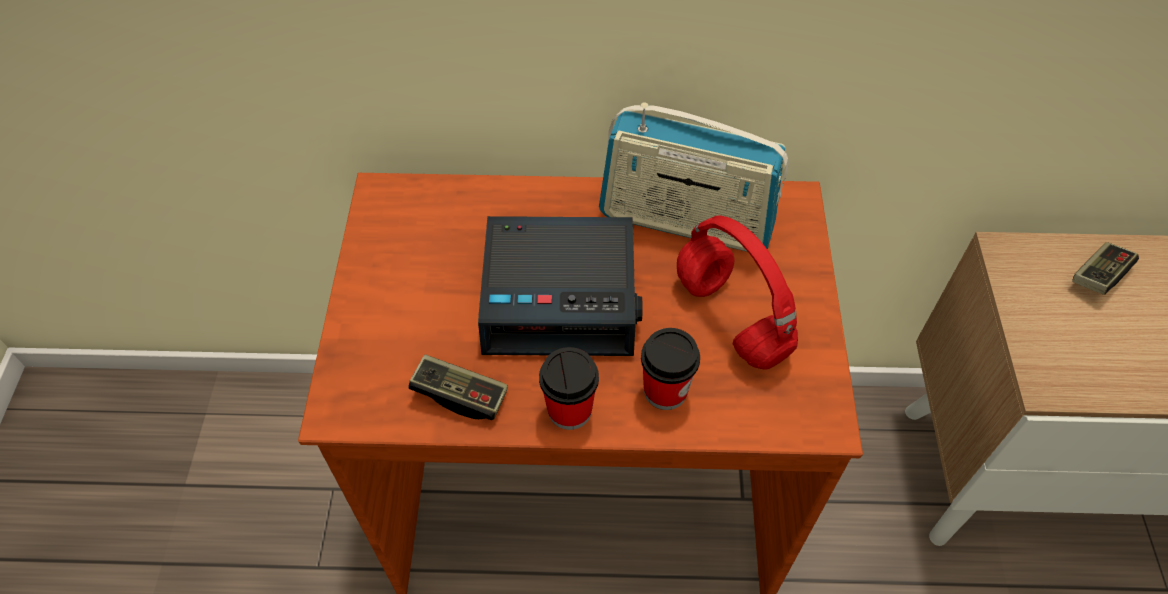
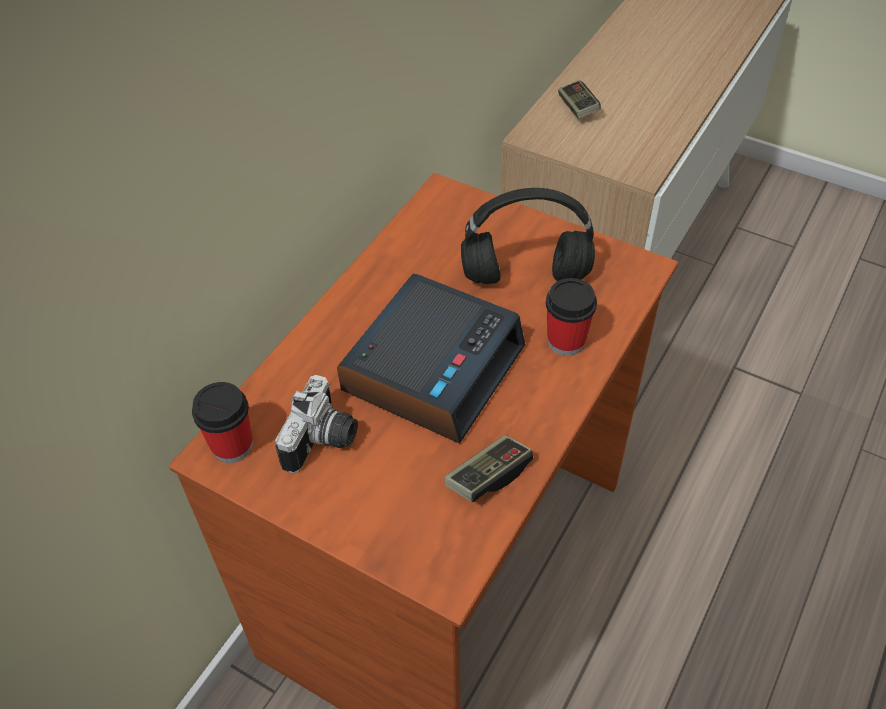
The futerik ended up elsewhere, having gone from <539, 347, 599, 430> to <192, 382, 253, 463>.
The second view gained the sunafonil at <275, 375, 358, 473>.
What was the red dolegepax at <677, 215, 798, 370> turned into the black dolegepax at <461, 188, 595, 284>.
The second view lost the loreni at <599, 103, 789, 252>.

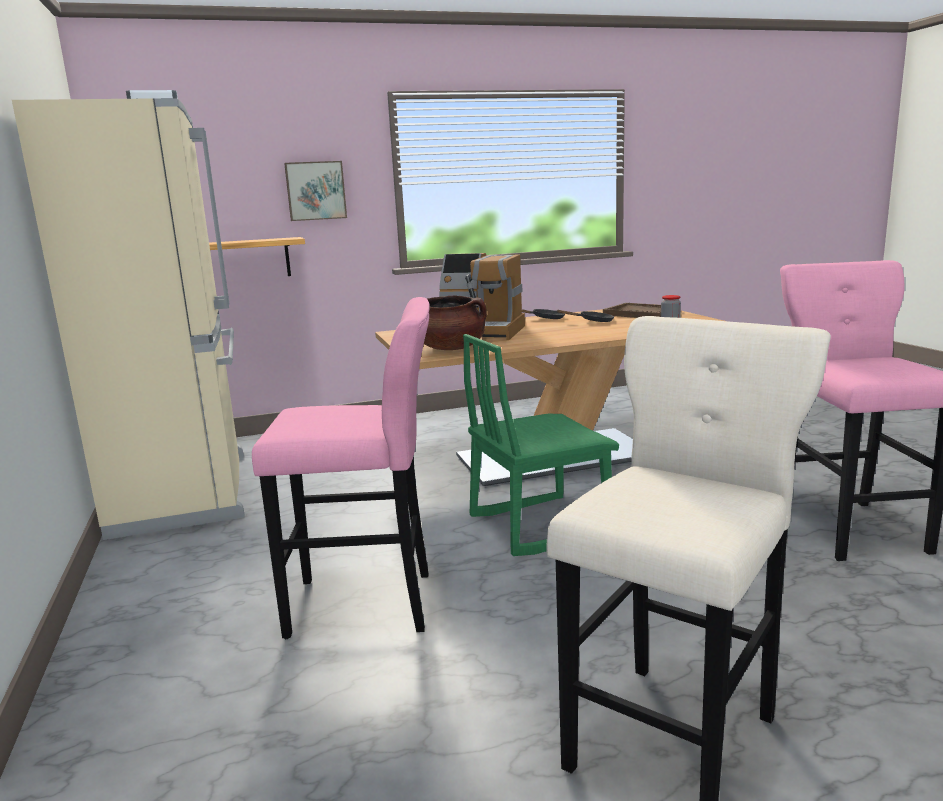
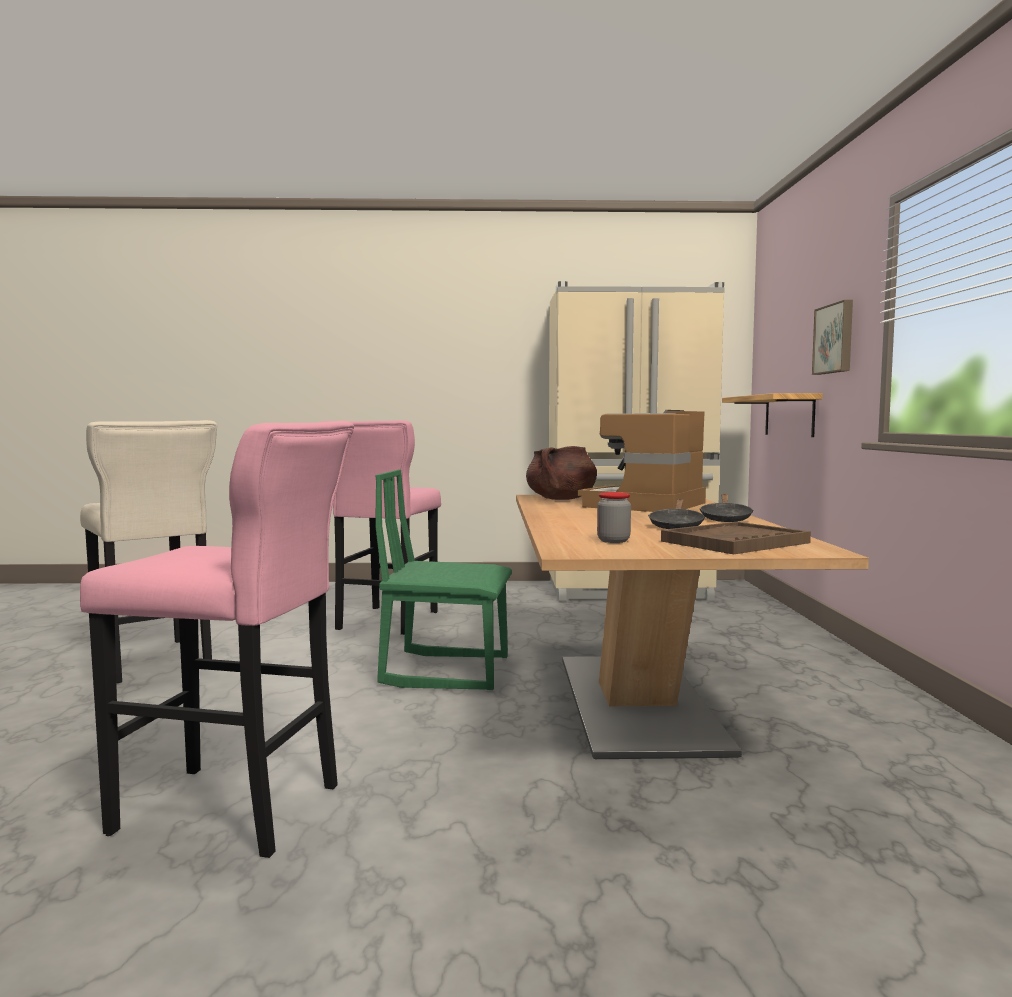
The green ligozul at <463, 334, 619, 556> ended up facing another way, 75 degrees counterclockwise from before.

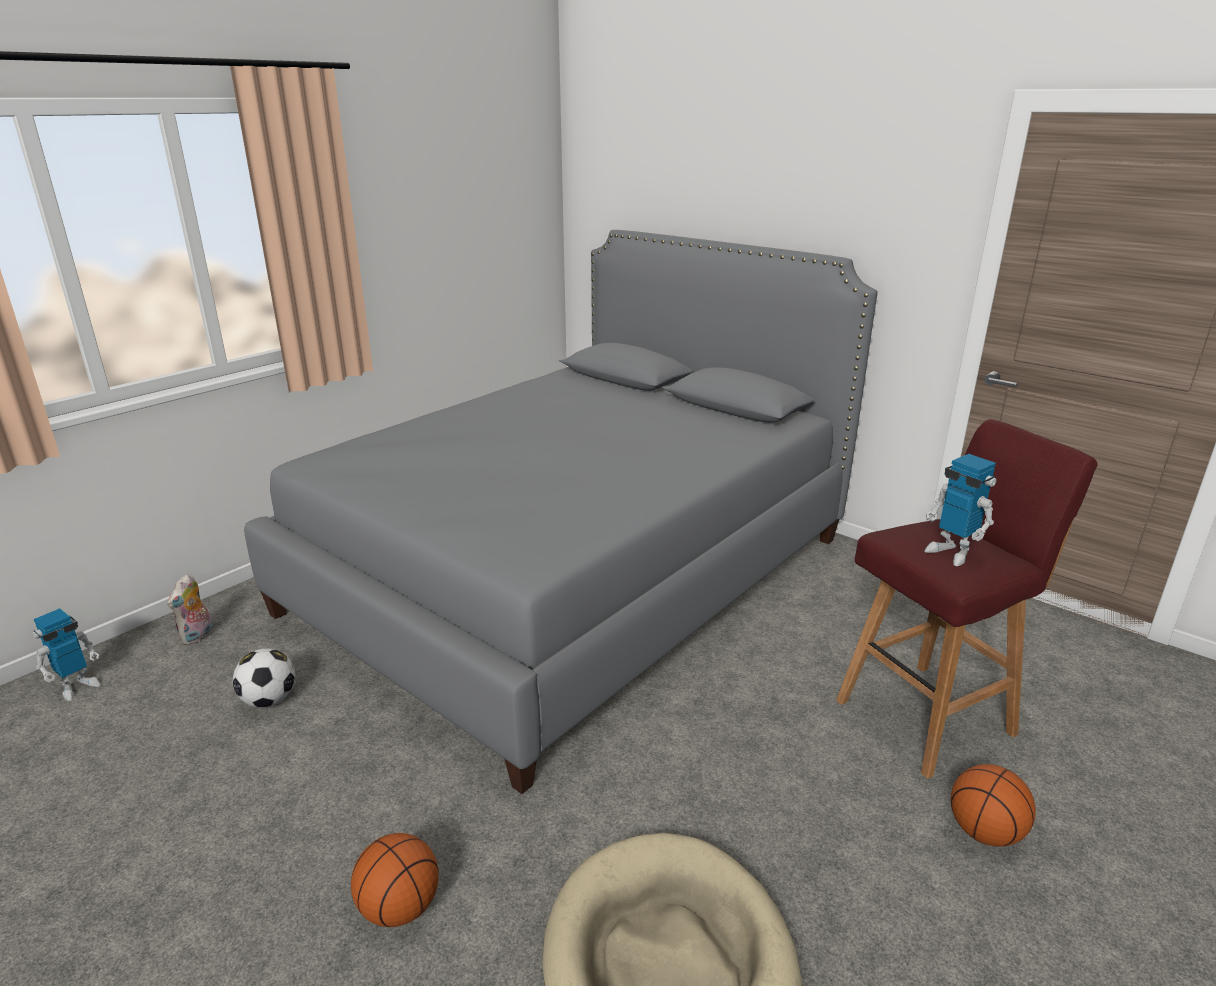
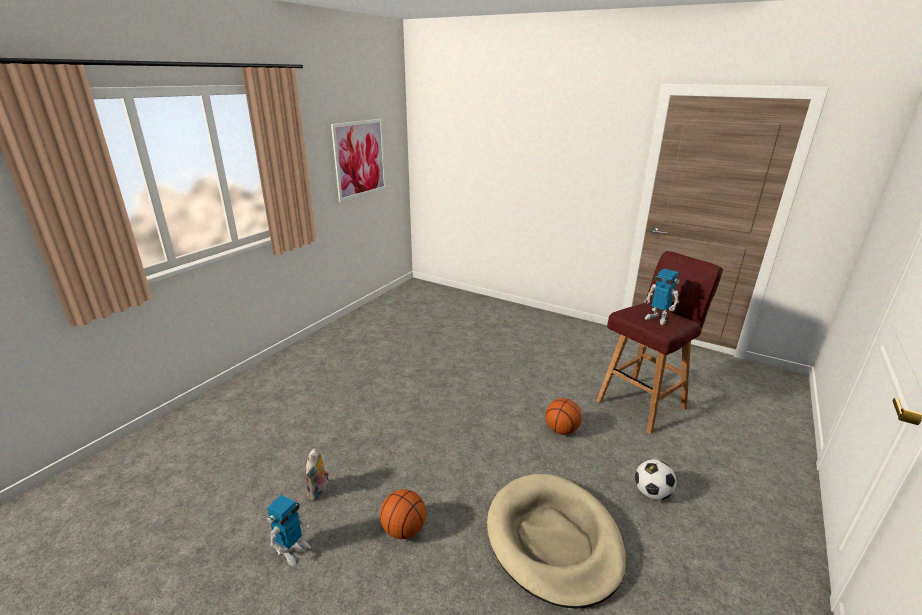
The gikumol ended up elsewhere, having gone from <33, 609, 101, 701> to <267, 494, 311, 566>.
The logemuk ended up elsewhere, having gone from <167, 574, 213, 646> to <305, 448, 329, 501>.
The second view gained the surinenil at <331, 119, 386, 202>.
The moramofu ended up elsewhere, having gone from <951, 764, 1036, 847> to <546, 398, 582, 435>.
The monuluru ended up elsewhere, having gone from <232, 648, 295, 707> to <635, 459, 677, 500>.
The second view lost the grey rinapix at <244, 230, 878, 794>.

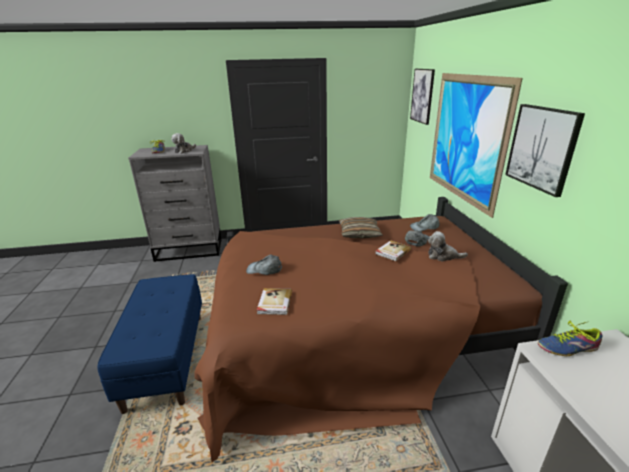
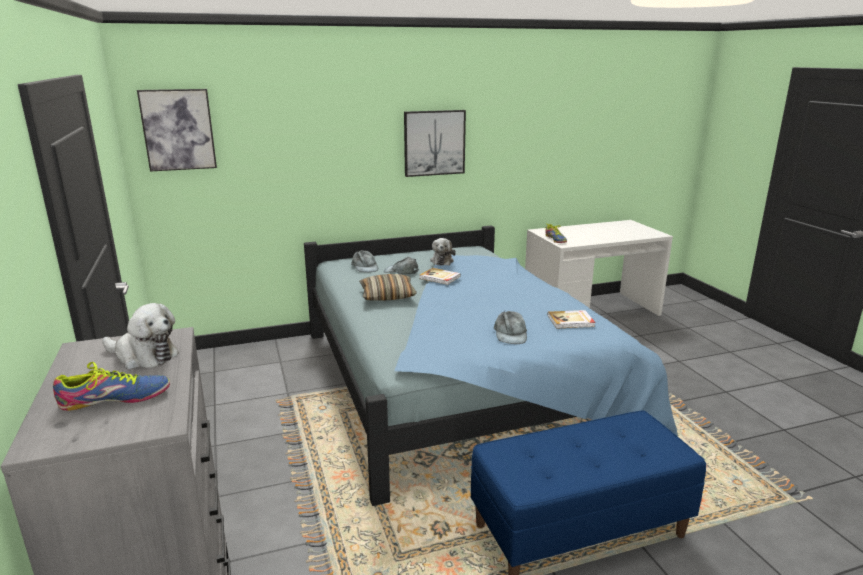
What was the brown rinapix at <194, 197, 568, 462> turned into the blue rinapix at <304, 225, 678, 506>.
The second view lost the surinenil at <430, 73, 523, 218>.

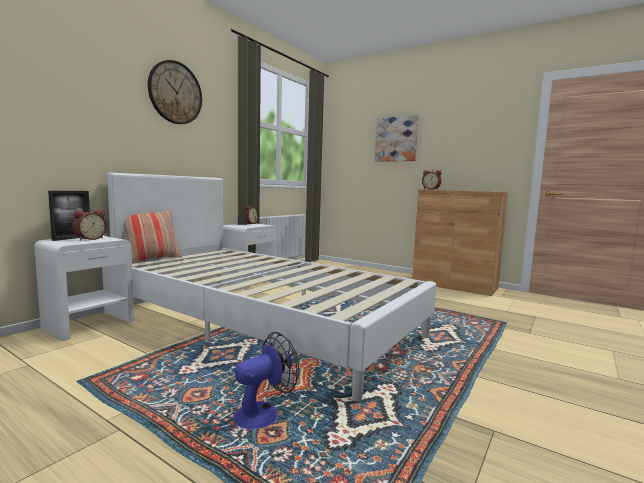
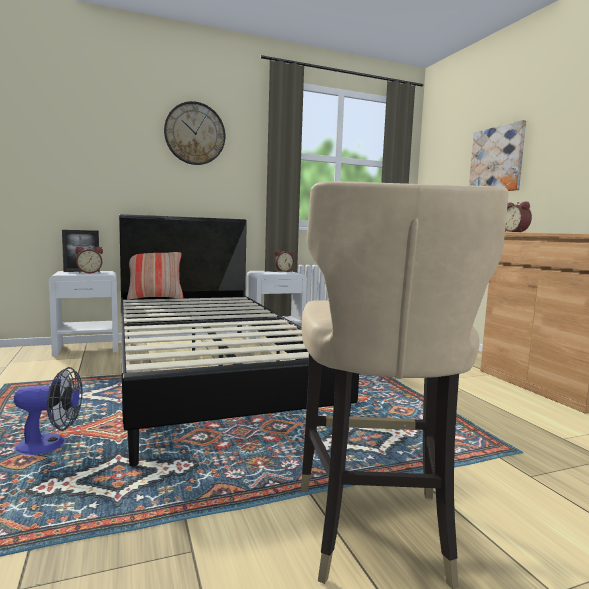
What was the white rinapix at <107, 173, 436, 401> turned into the black rinapix at <119, 214, 359, 466>.
The second view gained the beige ligozul at <301, 181, 509, 589>.

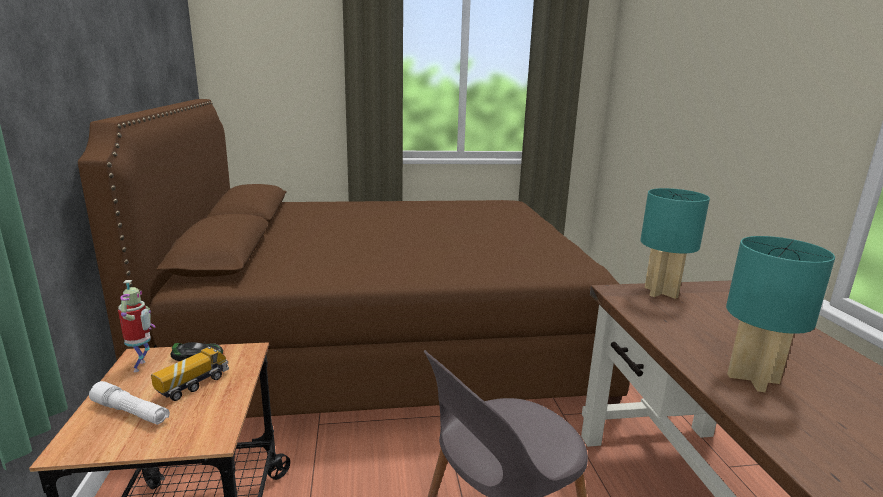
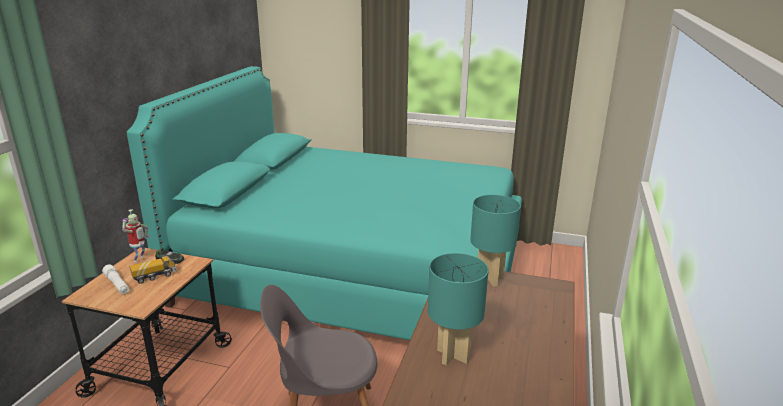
What was the brown rinapix at <78, 99, 630, 418> turned into the turquoise rinapix at <127, 66, 522, 340>.

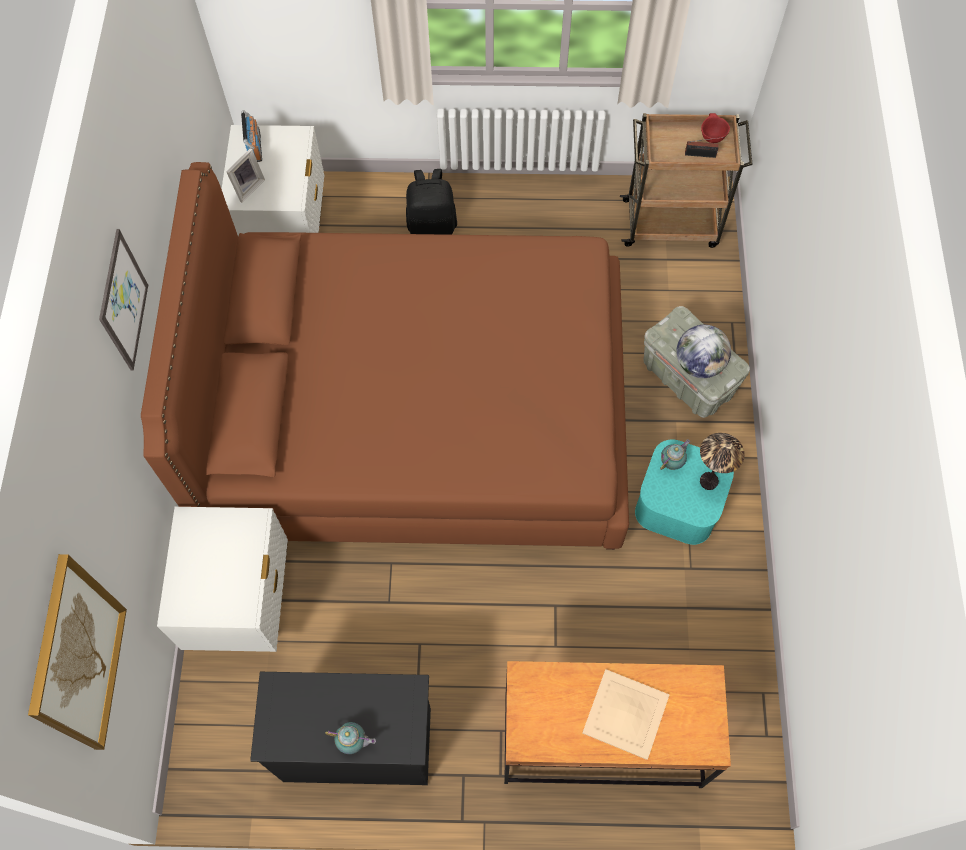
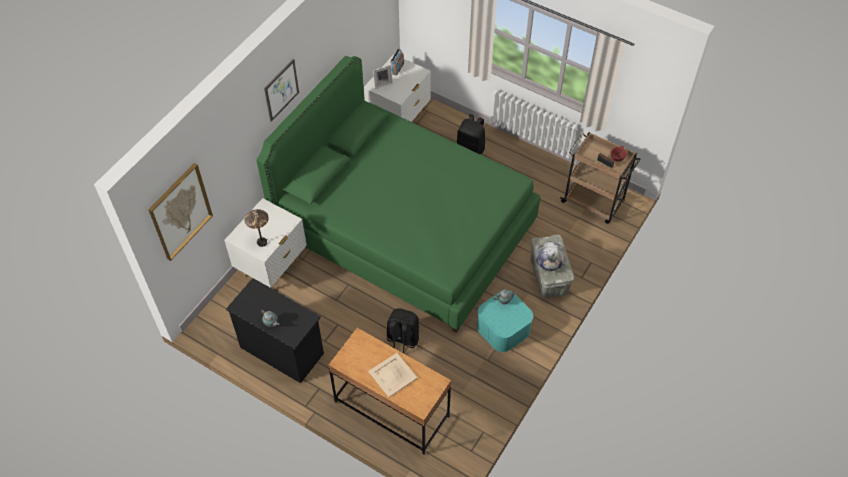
The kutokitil ended up elsewhere, having gone from <700, 433, 745, 490> to <245, 209, 269, 247>.
What was the brown rinapix at <141, 162, 629, 550> turned into the green rinapix at <256, 56, 541, 333>.
The second view gained the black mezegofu at <387, 308, 419, 354>.

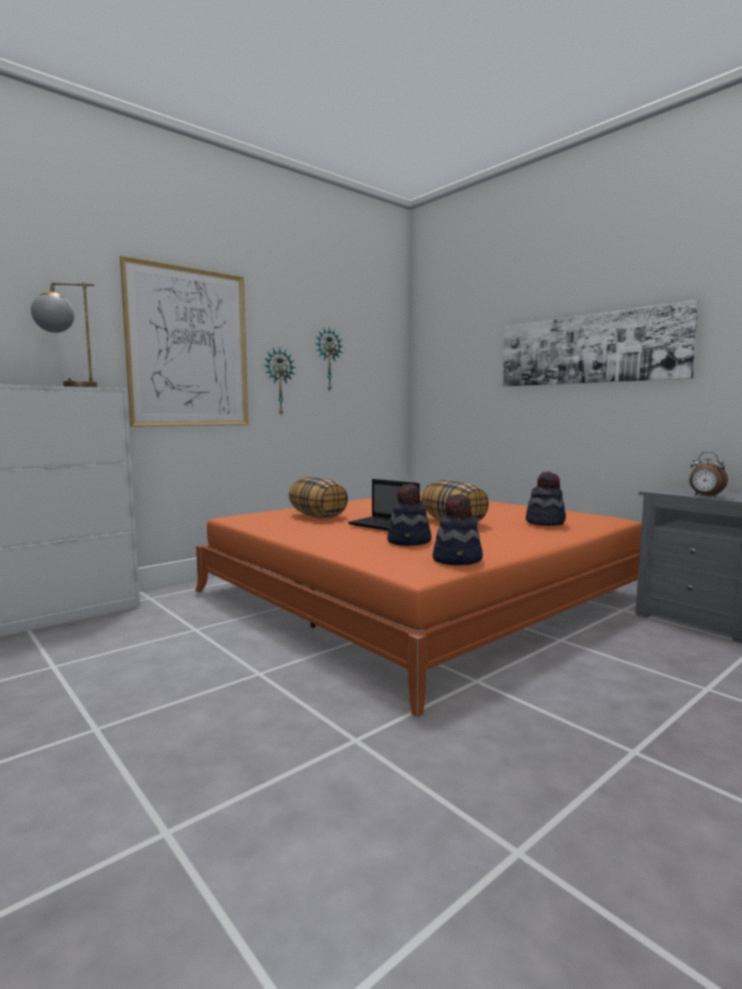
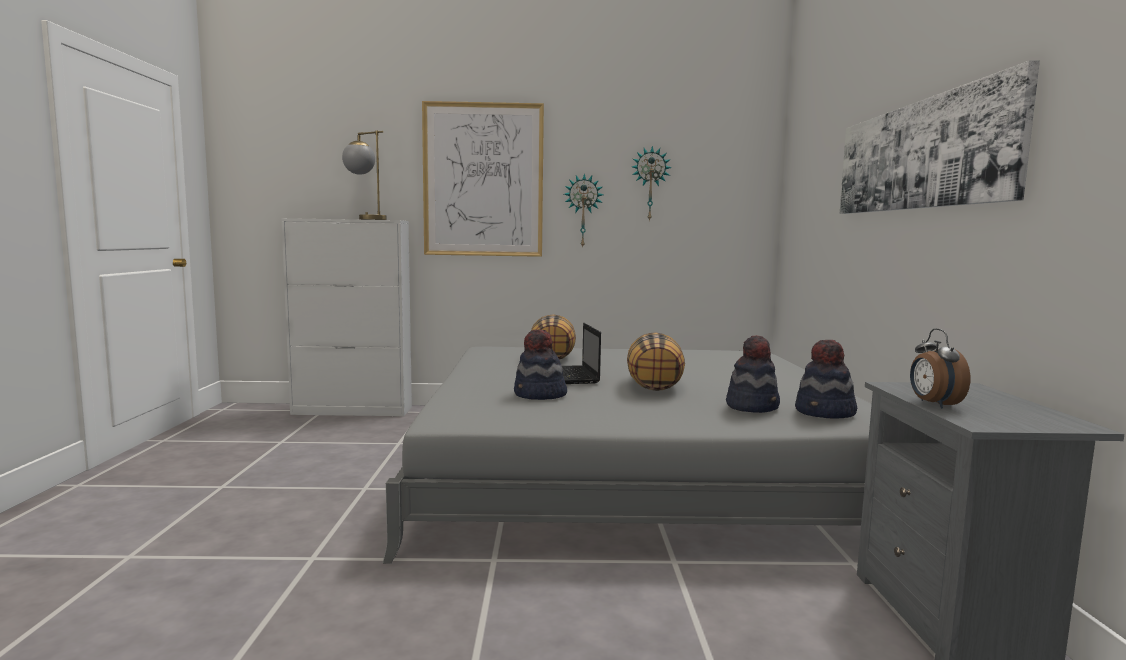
What was the orange rinapix at <195, 492, 642, 717> turned into the grey rinapix at <383, 347, 872, 564>.
The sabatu ended up elsewhere, having gone from <433, 494, 483, 565> to <795, 340, 857, 418>.

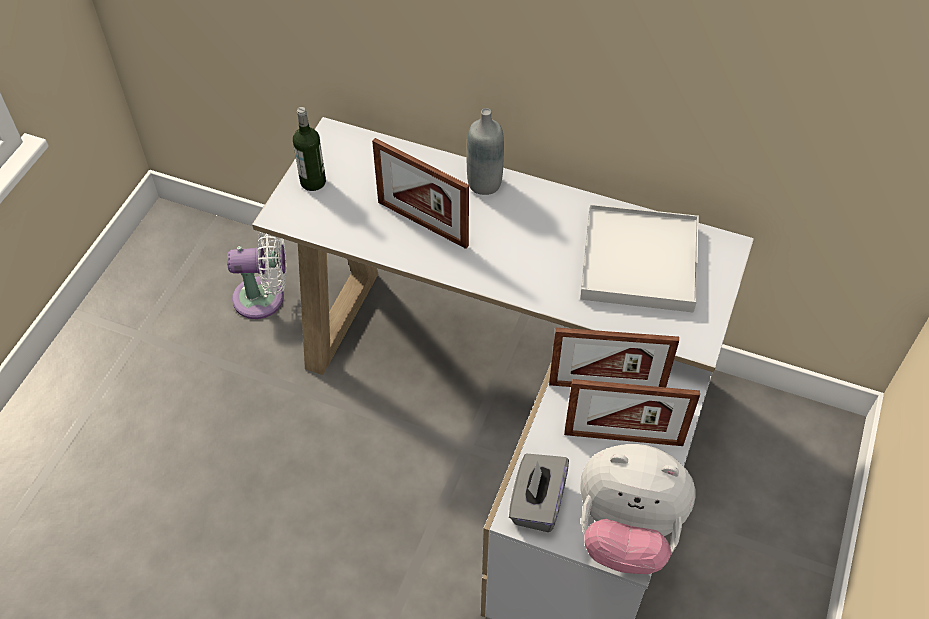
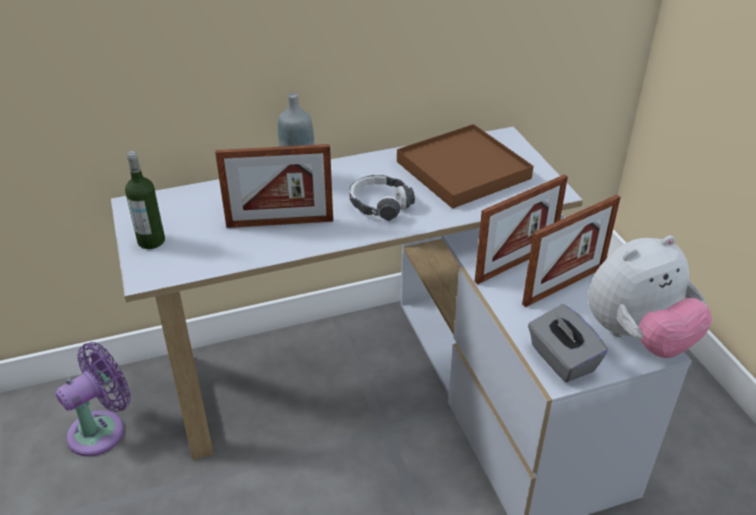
What was the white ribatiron at <227, 232, 286, 319> turned into the purple ribatiron at <55, 342, 131, 457>.
The second view gained the dolegepax at <350, 175, 415, 221>.
What was the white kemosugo at <580, 204, 699, 312> turned into the brown kemosugo at <397, 124, 534, 209>.

